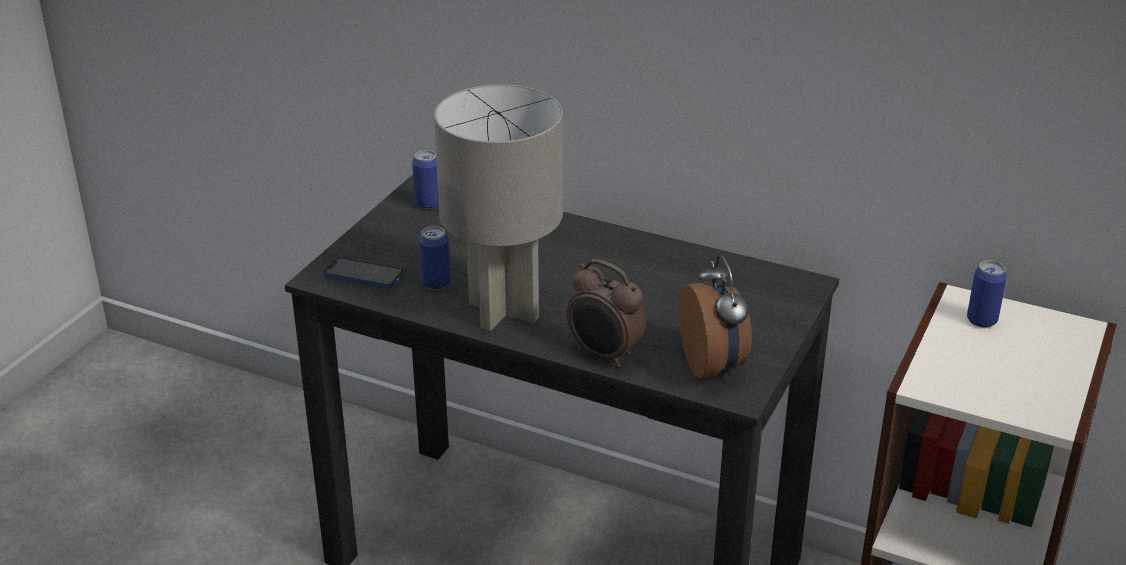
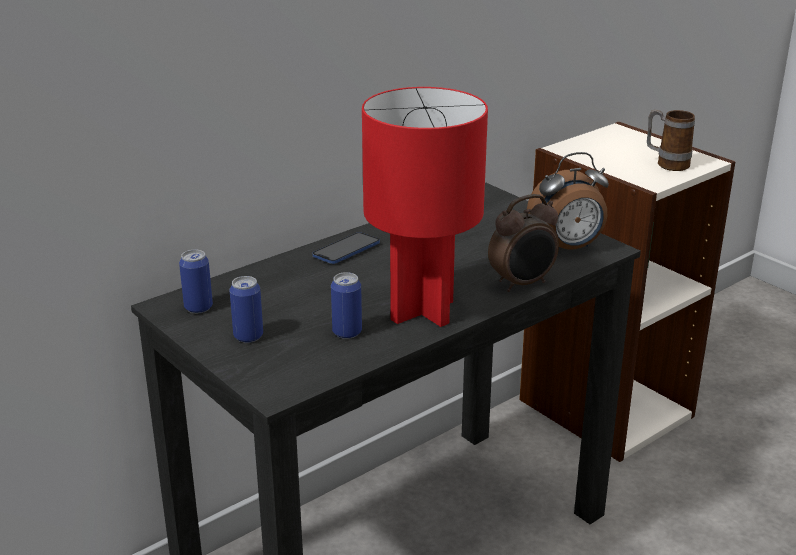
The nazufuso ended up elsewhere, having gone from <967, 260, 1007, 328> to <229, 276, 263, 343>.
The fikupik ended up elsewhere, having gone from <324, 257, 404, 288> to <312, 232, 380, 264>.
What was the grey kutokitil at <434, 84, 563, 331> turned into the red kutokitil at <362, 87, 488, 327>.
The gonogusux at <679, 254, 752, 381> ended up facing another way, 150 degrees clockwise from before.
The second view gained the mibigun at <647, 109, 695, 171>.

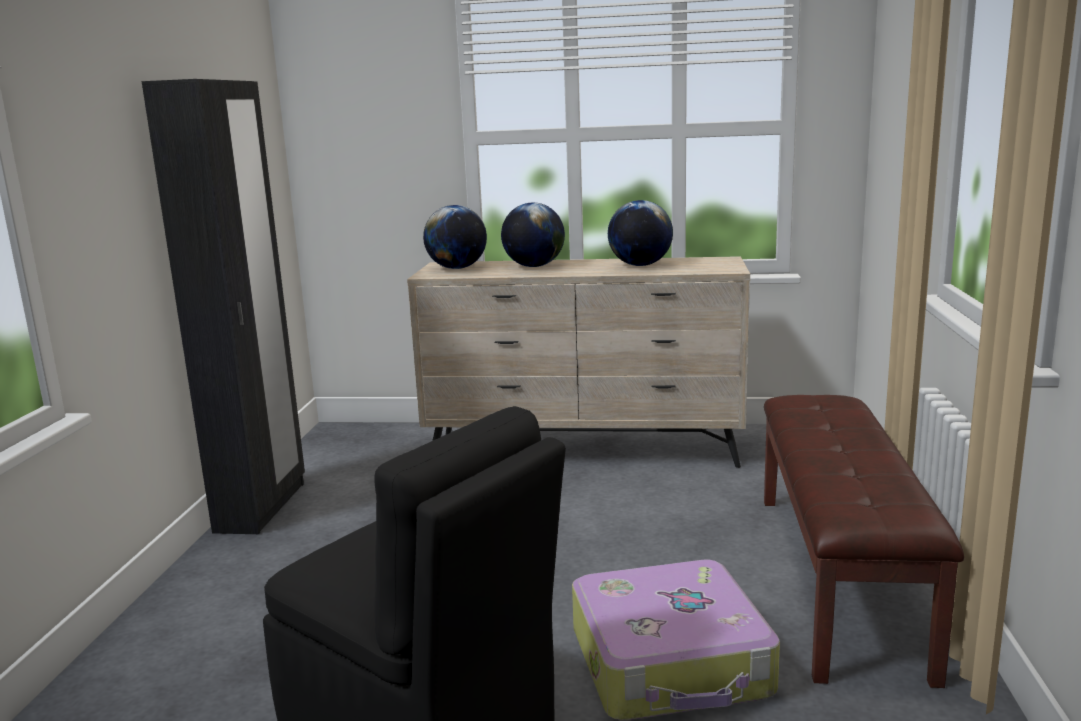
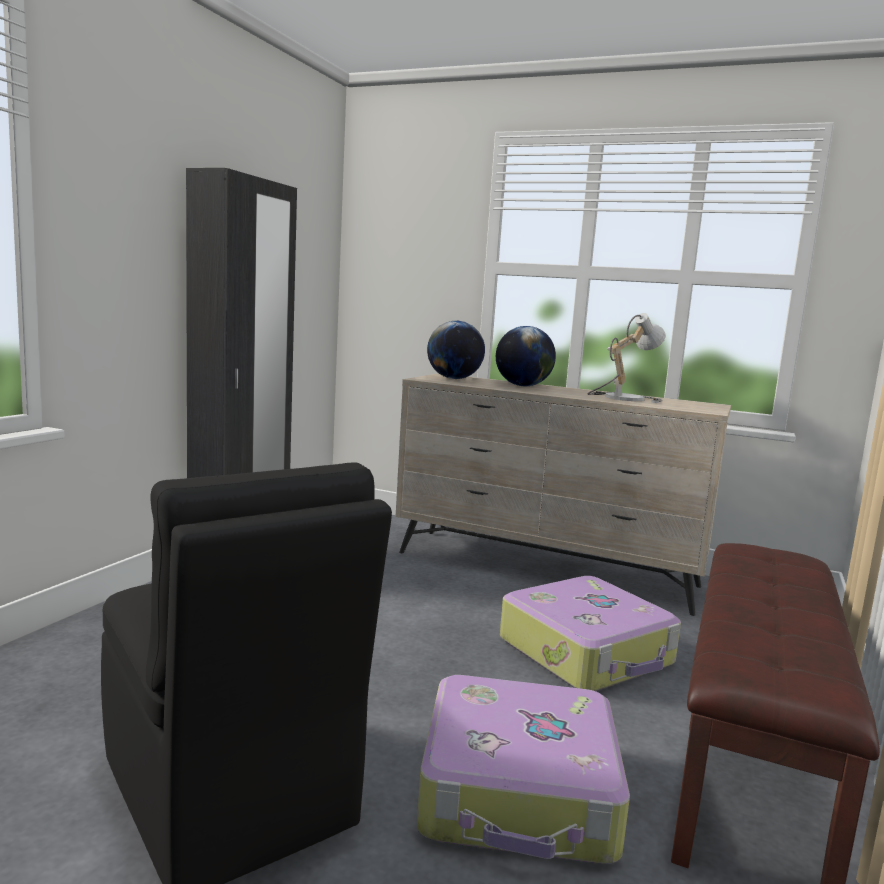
The second view gained the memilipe at <500, 576, 681, 691>.
Where the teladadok stood at <608, 200, 673, 266>, the kutokitil came to stand at <587, 313, 666, 403>.

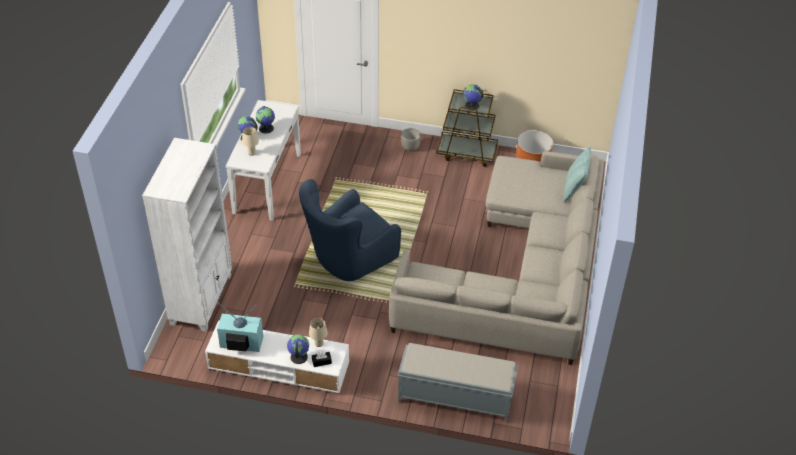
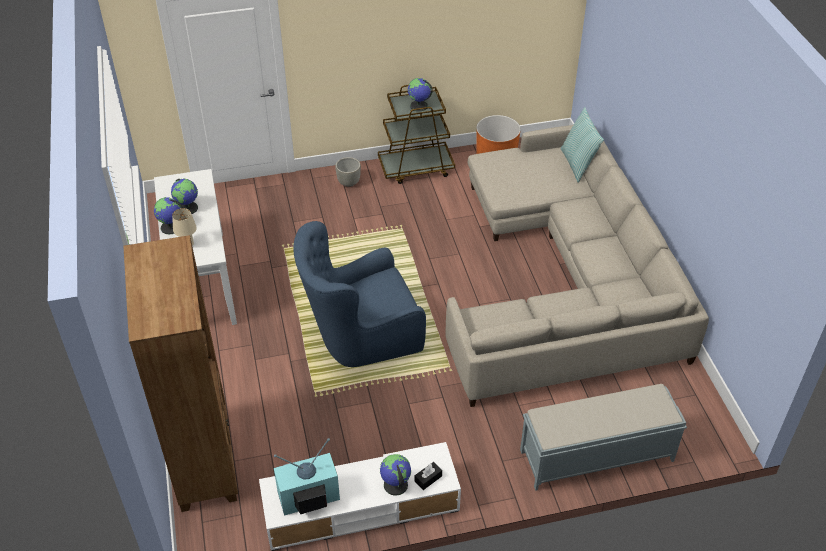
What was the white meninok at <142, 138, 232, 332> turned into the brown meninok at <123, 235, 238, 512>.
The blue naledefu at <299, 179, 401, 281> ended up facing another way, 45 degrees clockwise from before.
The second view lost the beige kutokitil at <309, 317, 328, 347>.

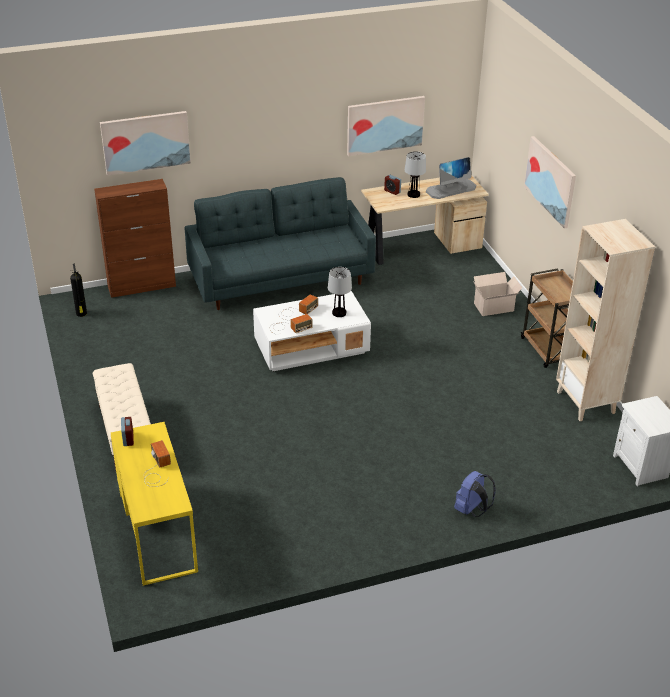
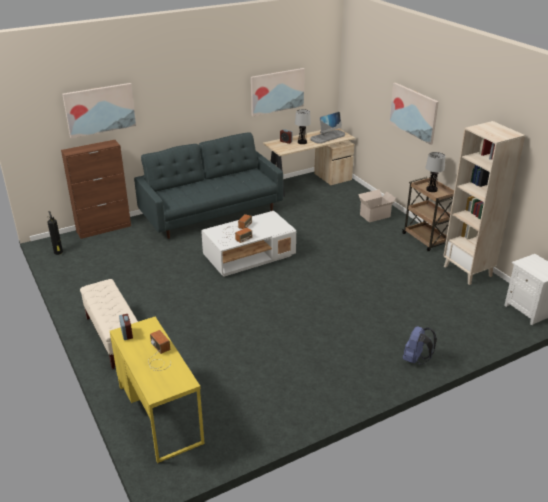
The kutokitil ended up elsewhere, having gone from <328, 267, 352, 317> to <426, 152, 445, 192>.

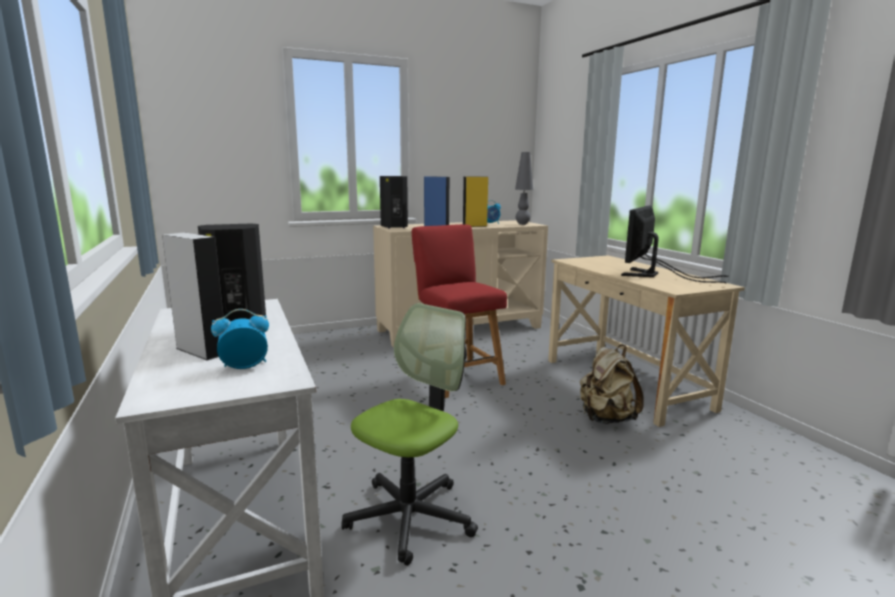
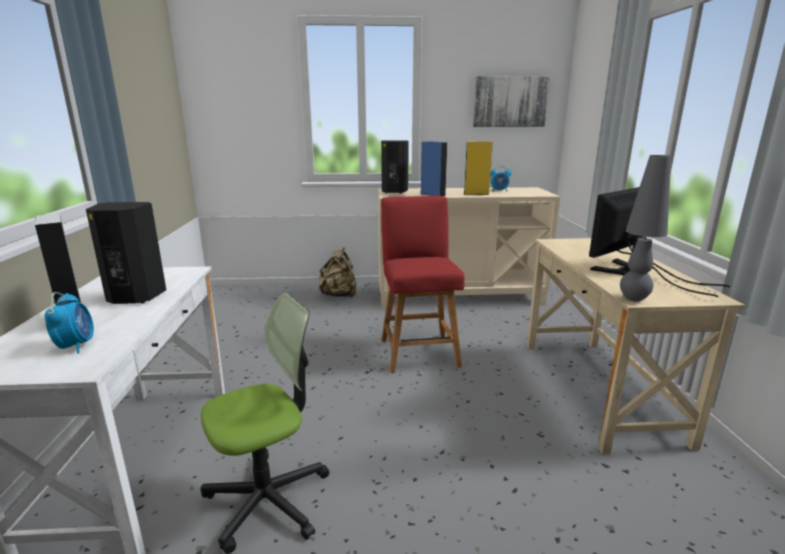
The gonogusux at <211, 309, 269, 369> ended up facing another way, 75 degrees clockwise from before.
The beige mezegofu ended up elsewhere, having gone from <580, 345, 644, 423> to <319, 247, 356, 297>.
The second view gained the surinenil at <473, 76, 550, 127>.
The grey kutokitil ended up elsewhere, having gone from <515, 152, 533, 225> to <620, 155, 671, 302>.

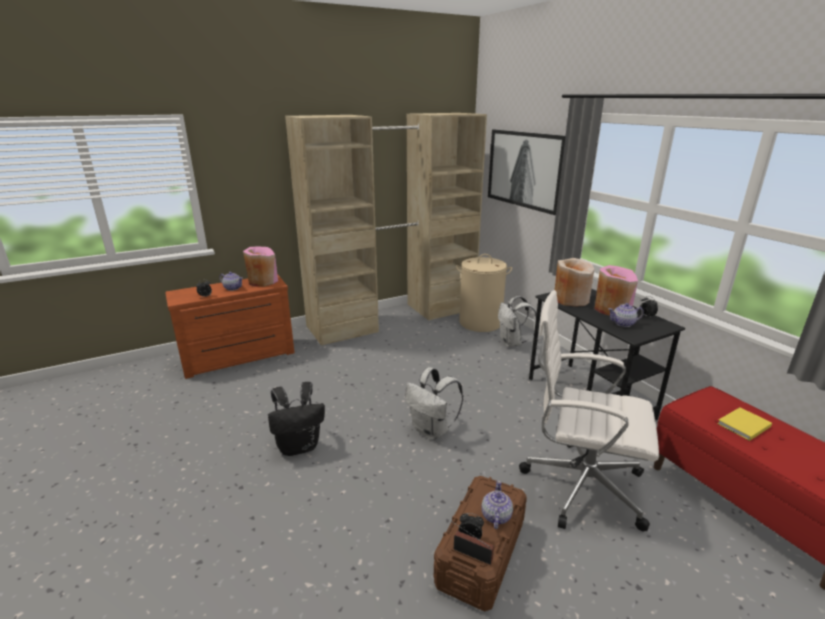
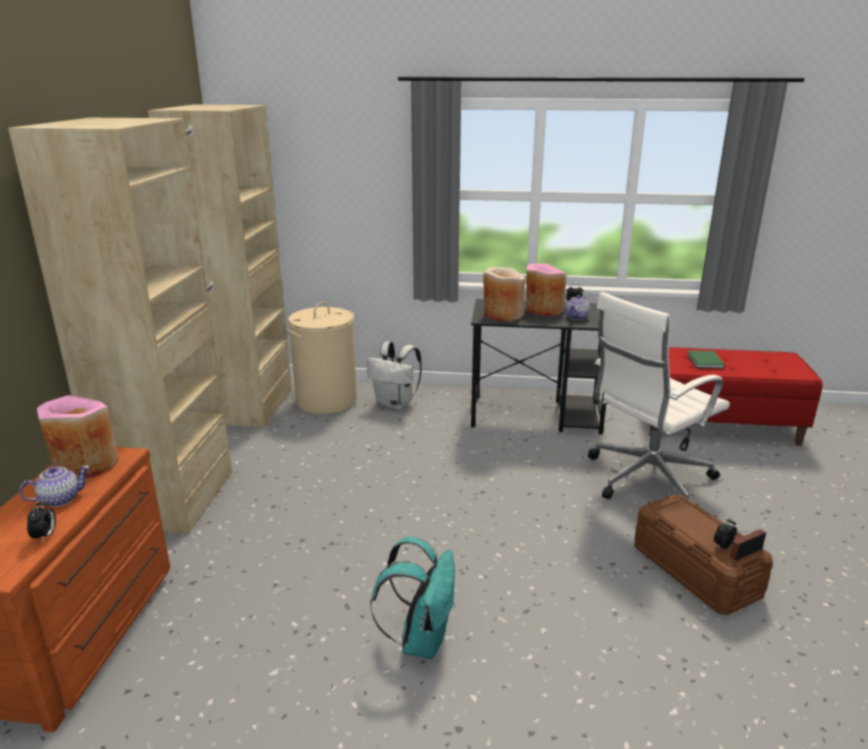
What was the black mezegofu at <268, 382, 325, 456> turned into the turquoise mezegofu at <371, 536, 455, 659>.
What was the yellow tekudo at <717, 407, 772, 441> turned into the green tekudo at <687, 350, 725, 369>.
The second view lost the white mezegofu at <405, 367, 463, 440>.
The second view lost the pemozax at <481, 481, 513, 529>.
The second view lost the surinenil at <488, 129, 565, 216>.

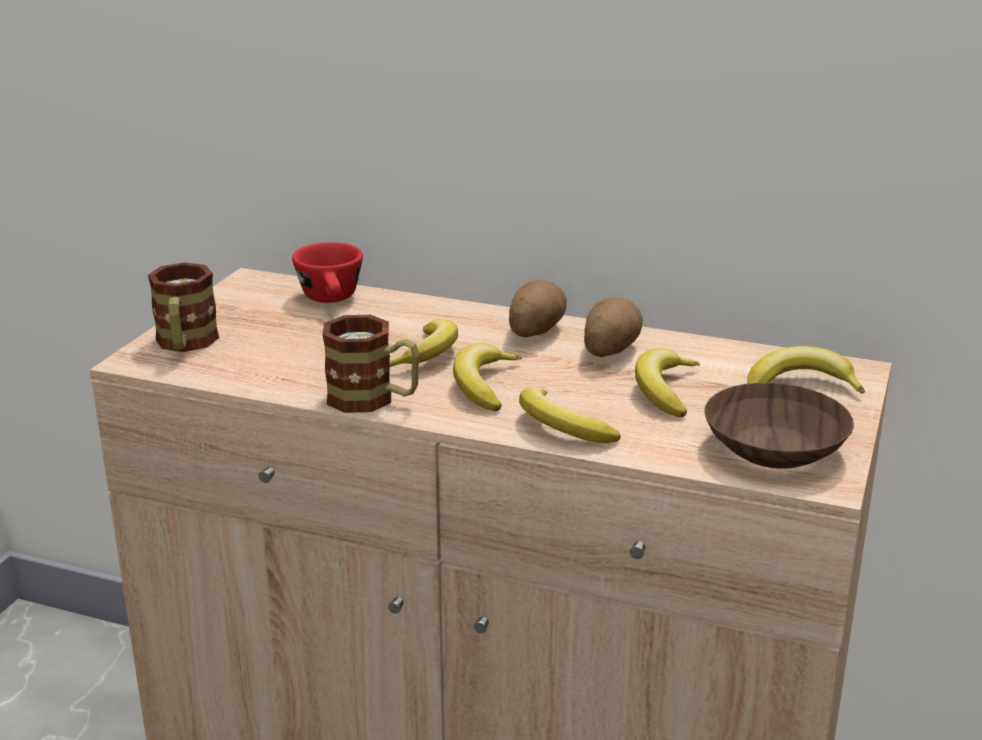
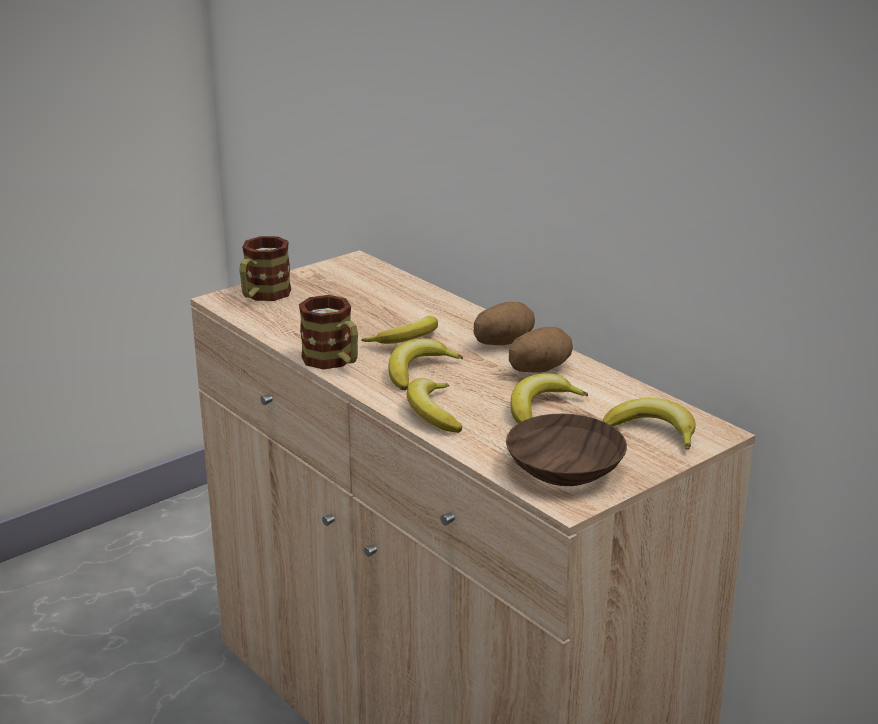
The second view lost the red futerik at <292, 242, 363, 303>.

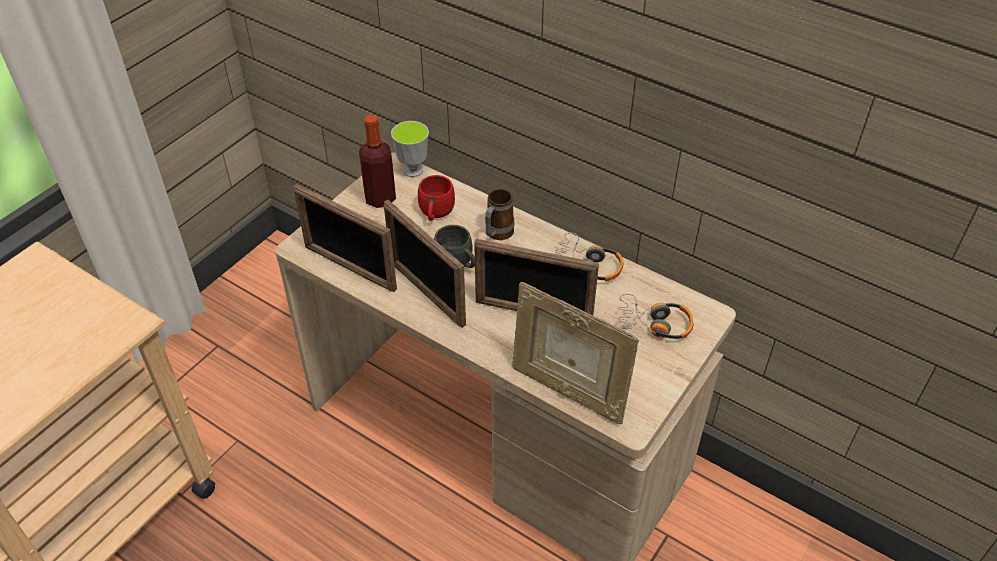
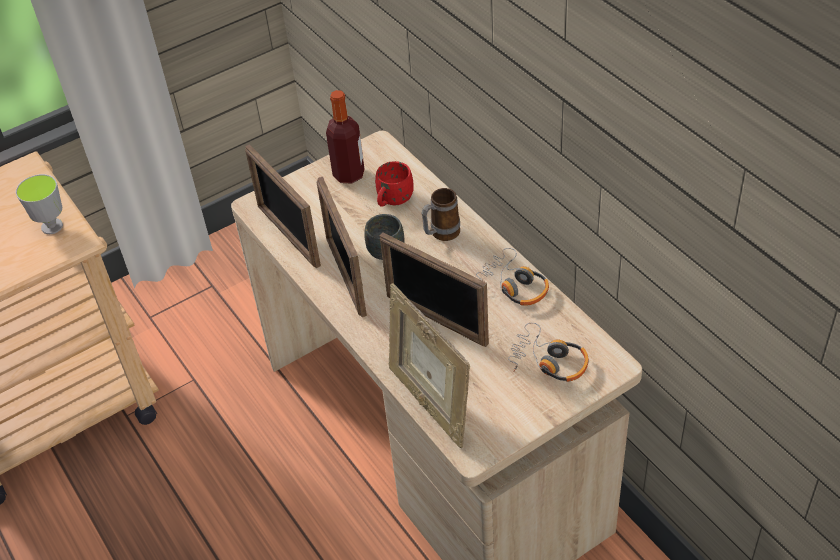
The futerik ended up elsewhere, having gone from <391, 121, 429, 177> to <16, 174, 63, 234>.

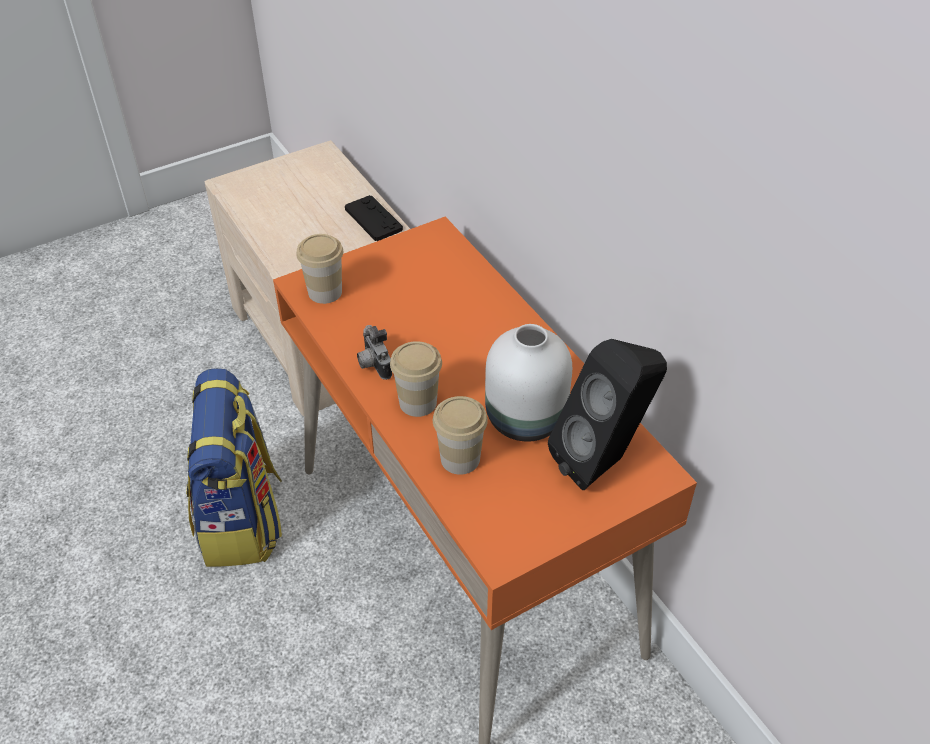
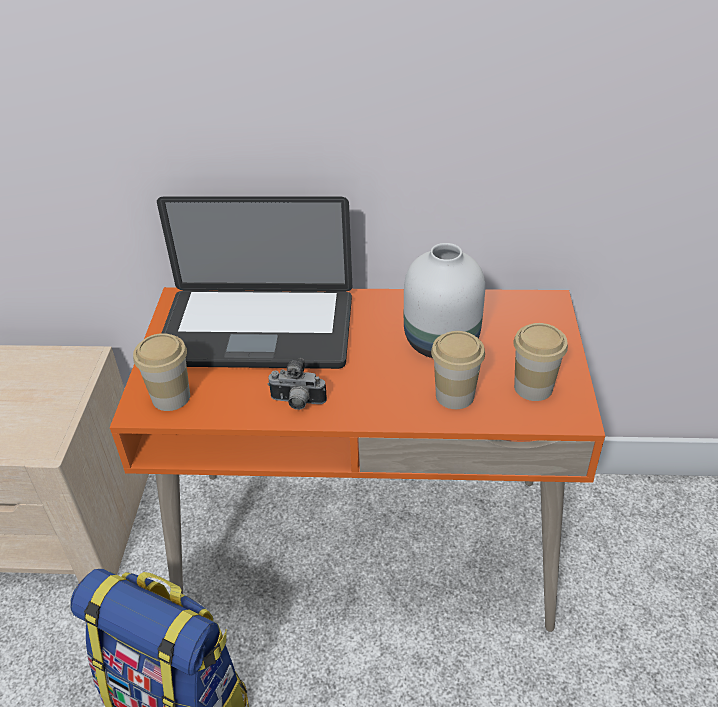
The second view gained the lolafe at <157, 197, 352, 369>.
The futerik ended up elsewhere, having gone from <390, 341, 442, 417> to <513, 323, 568, 401>.
The second view lost the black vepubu at <345, 195, 403, 241>.
The second view lost the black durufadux at <548, 339, 667, 490>.

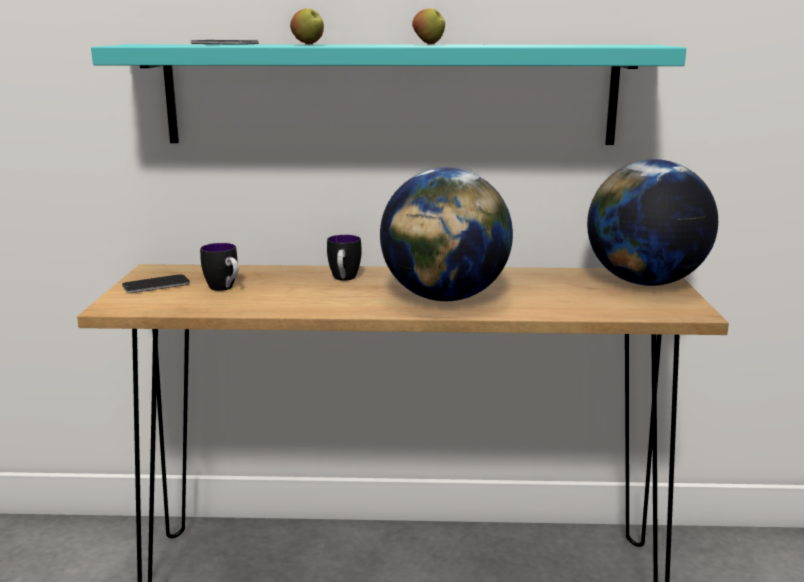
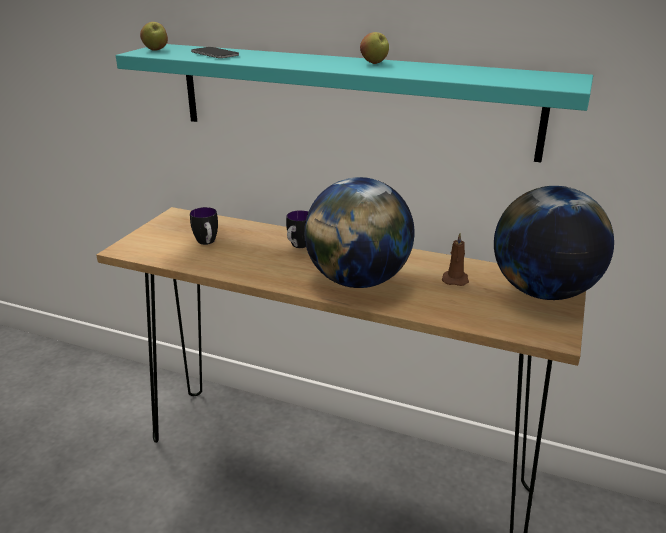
The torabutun ended up elsewhere, having gone from <290, 8, 324, 44> to <140, 22, 168, 51>.
The second view gained the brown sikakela at <442, 233, 469, 286>.
The second view lost the fikupik at <122, 274, 190, 293>.

